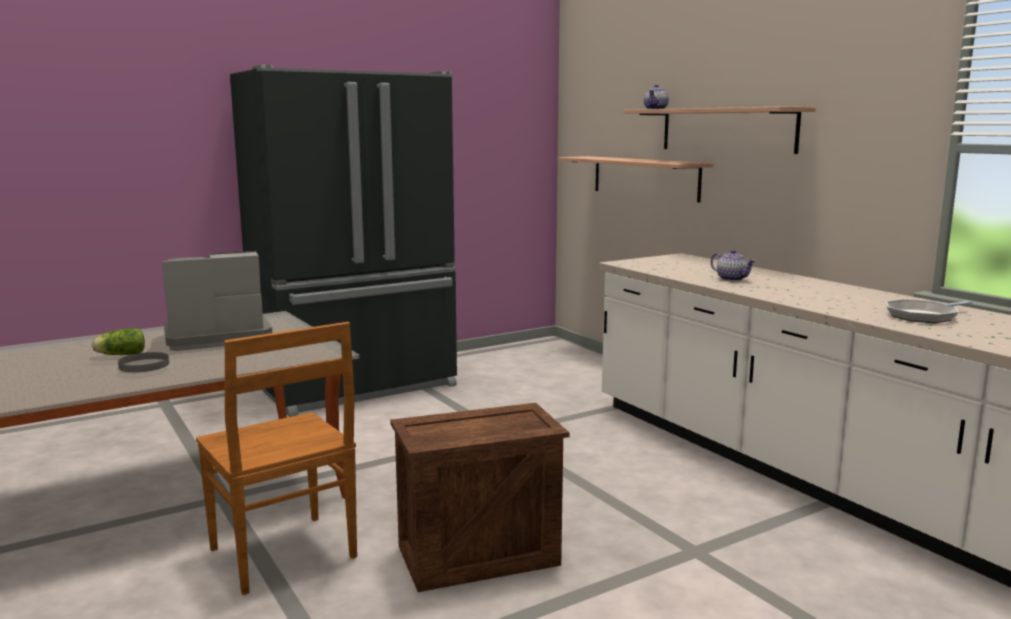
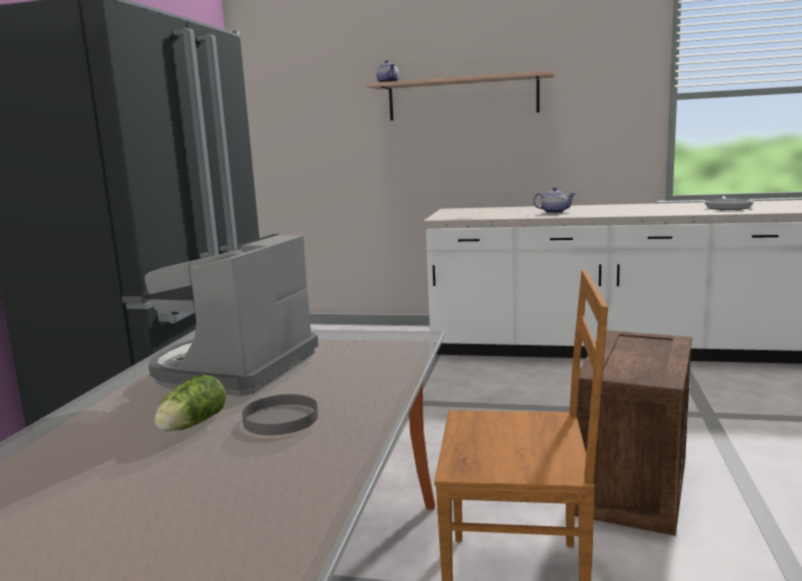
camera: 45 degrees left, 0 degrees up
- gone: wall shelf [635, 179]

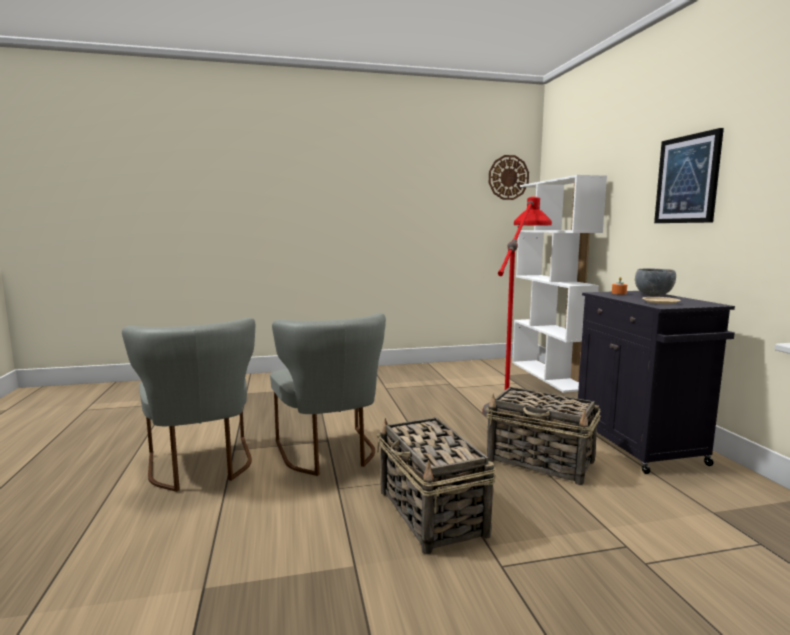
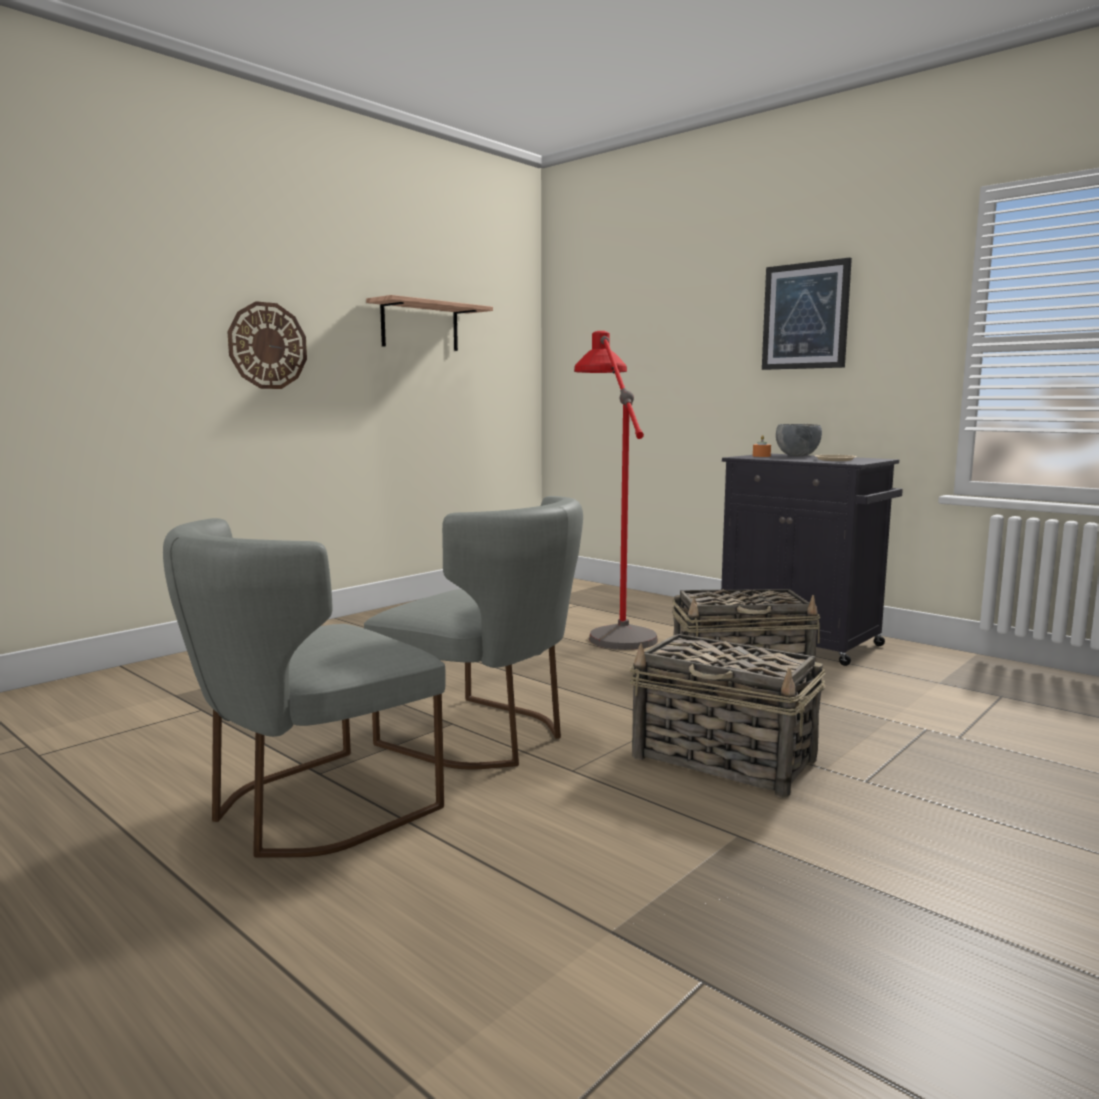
camera: 35 degrees left, 0 degrees up
- rotated: gray chair [188, 405] = [304, 688] 105 degrees clockwise
- shifted: wall clock [509, 177] to [267, 345]
- gone: white bookshelf [559, 284]
- new: wall shelf [429, 323]

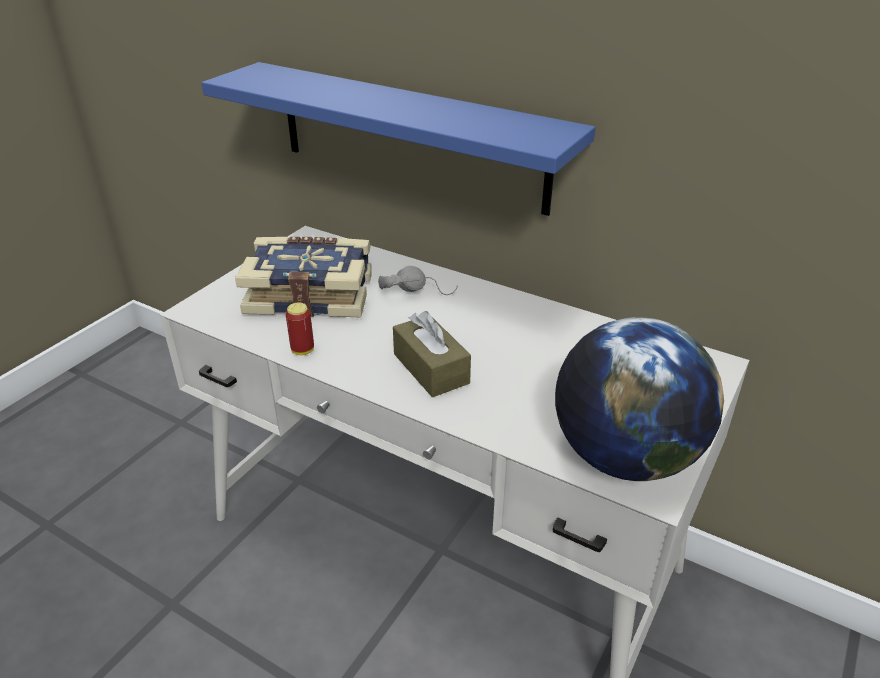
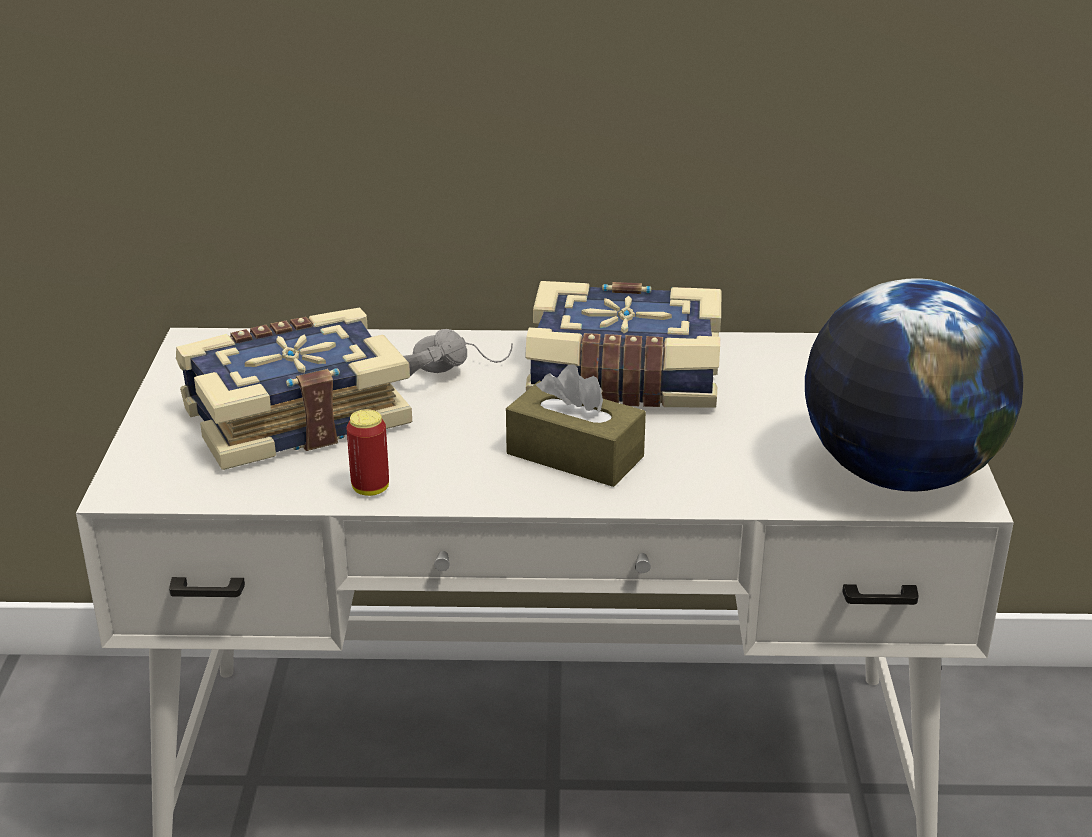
camera: 30 degrees left, 5 degrees down
- gone: blue-coloured wall shelf [398, 139]
- new: book [623, 344]

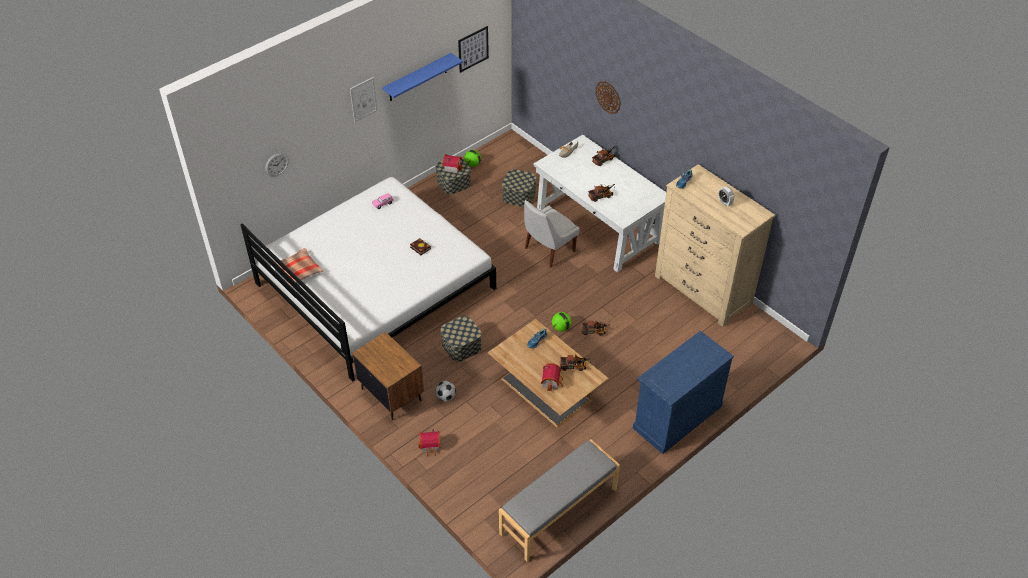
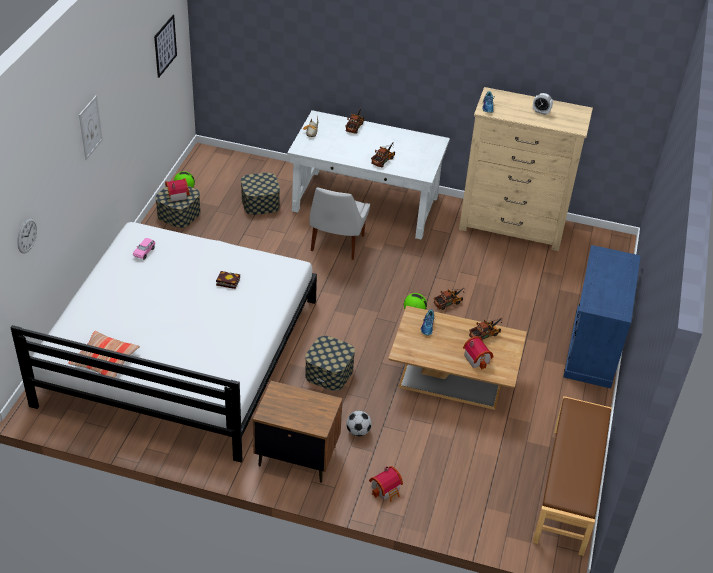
camera: 35 degrees left, 5 degrees down
- gone: blue-coloured wall shelf [422, 77]
- repainted: gray long seat [559, 500] to brown long seat [572, 476]
- gone: wall clock [608, 97]

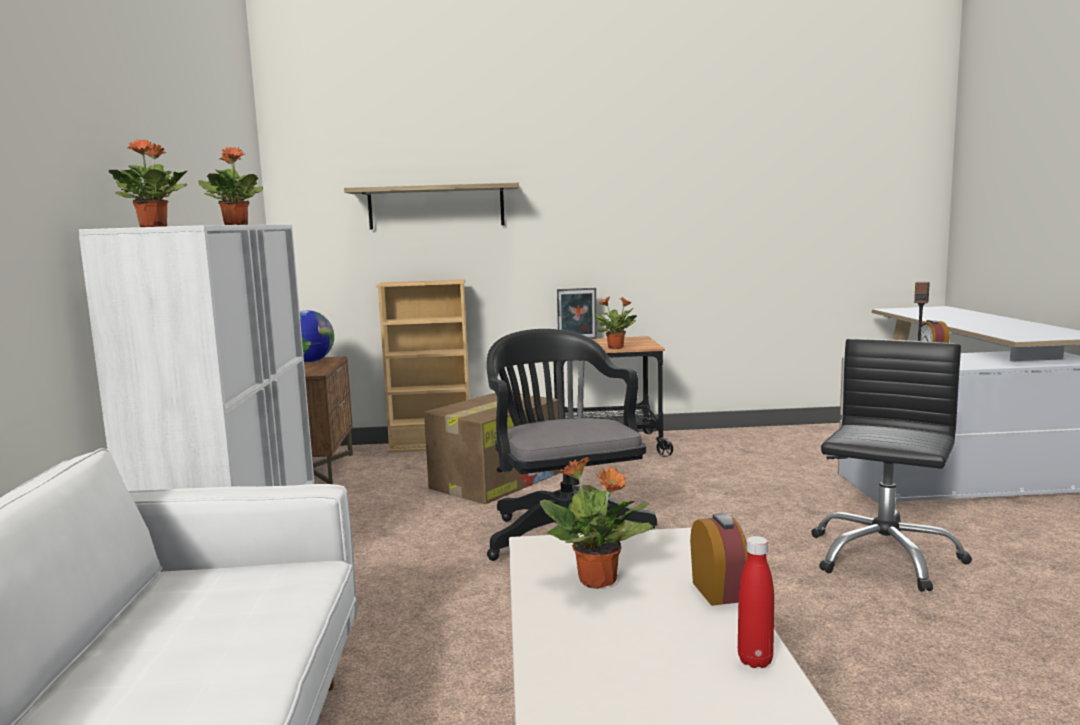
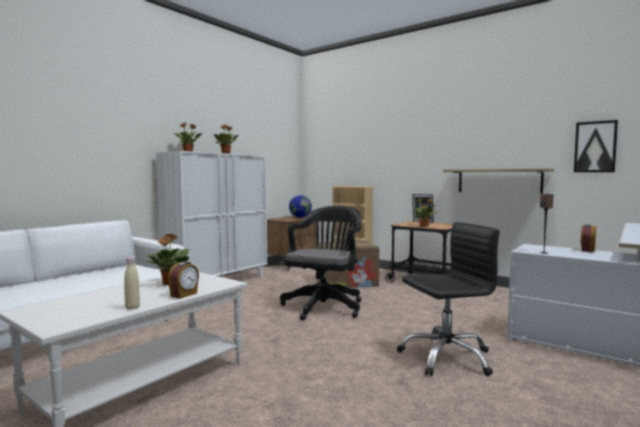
camera: 40 degrees right, 5 degrees down
- shifted: wall shelf [431, 206] to [498, 181]
- repainted: red-coloured beverage bottle [756, 602] to beige beverage bottle [132, 283]
- new: wall art [596, 146]

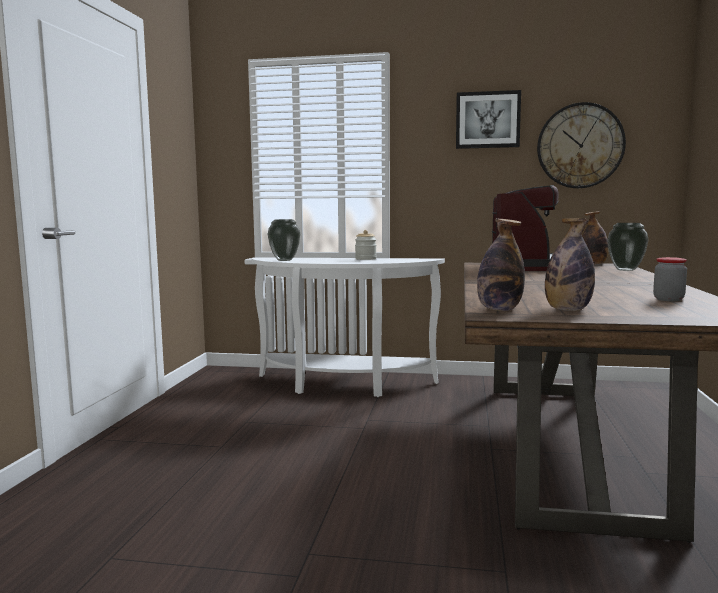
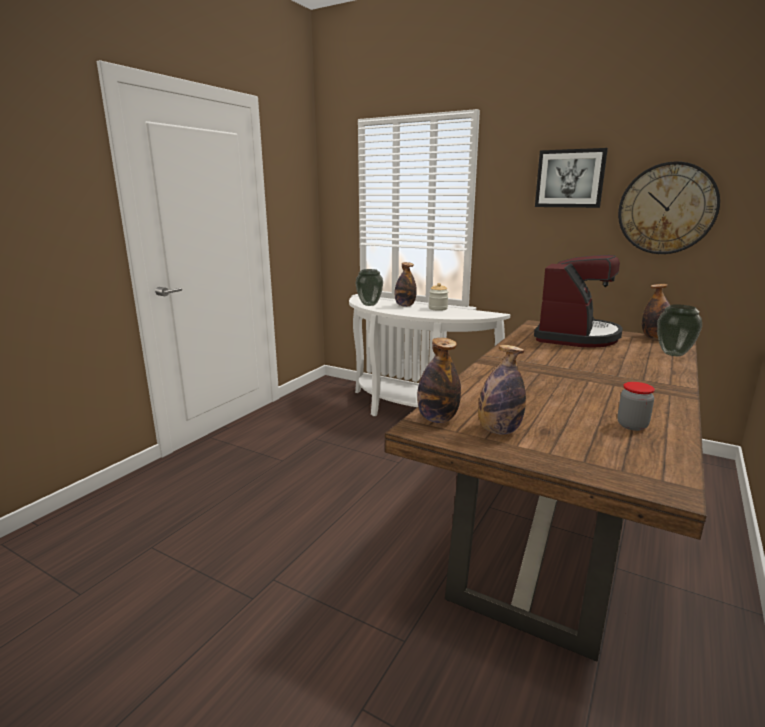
camera: 20 degrees right, 10 degrees up
- new: beverage bottle [406, 284]

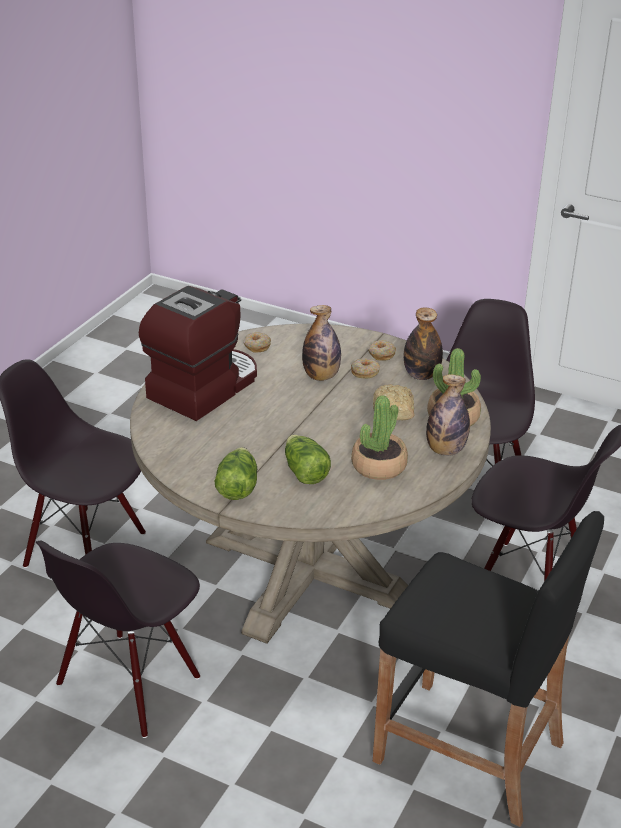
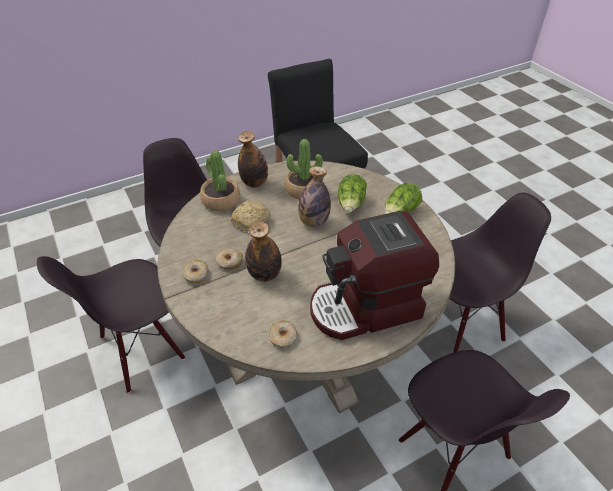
camera: 145 degrees left, 10 degrees up
- shifted: beverage bottle [423, 343] to [314, 196]

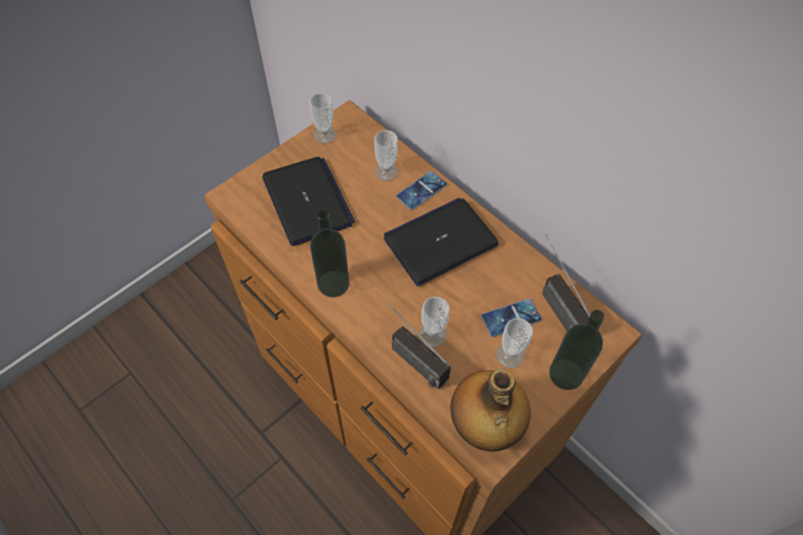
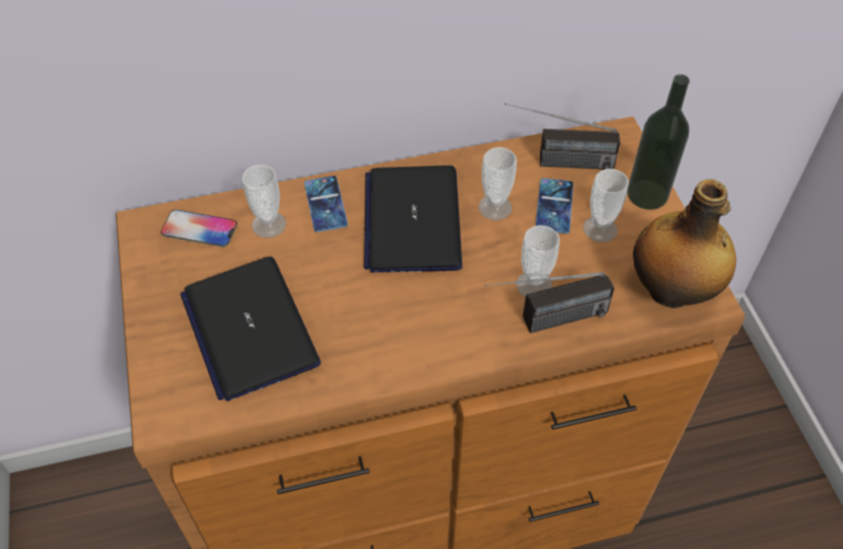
camera: 60 degrees left, 5 degrees down
- rotated: laptop [308, 201] = [250, 328] 120 degrees counterclockwise
- shifted: drinking cup [323, 118] to [498, 183]
- gone: beverage bottle [330, 253]
- new: phone [199, 228]

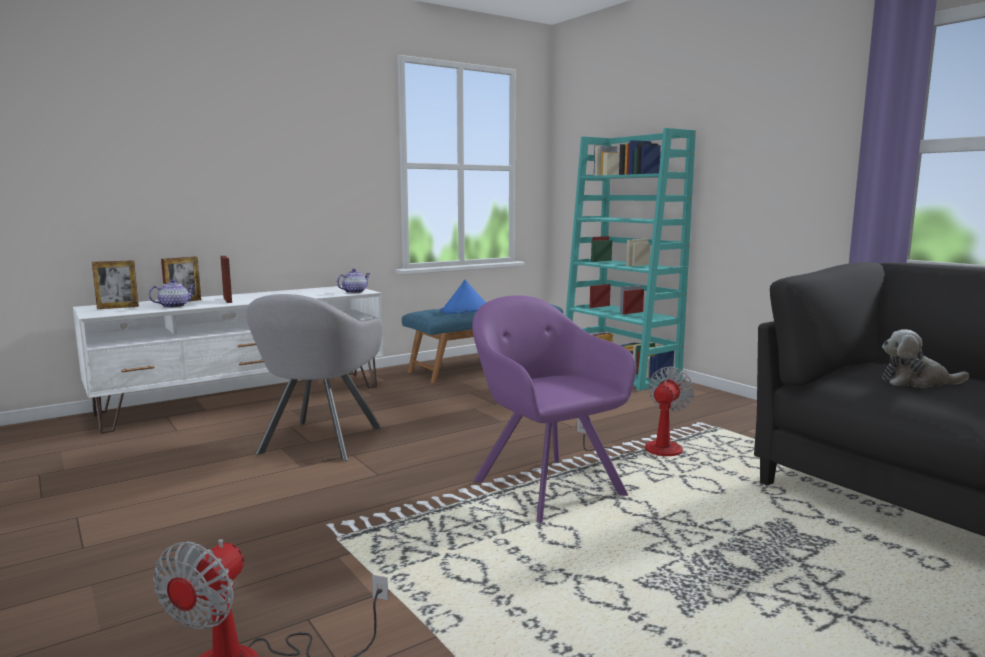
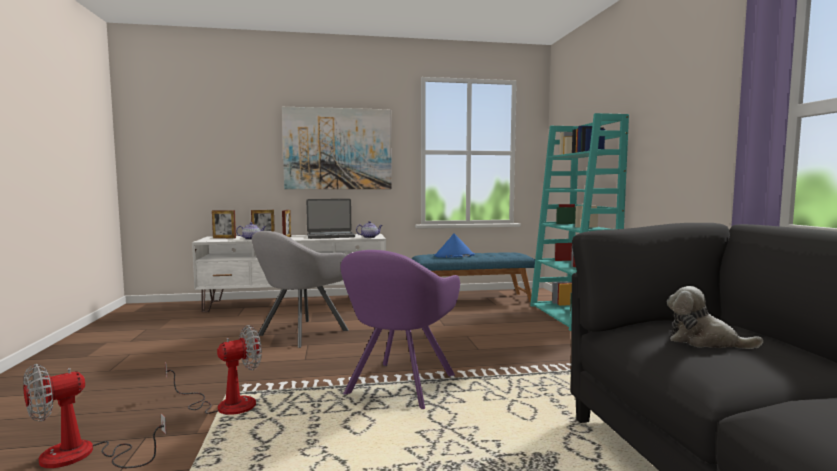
camera: 25 degrees right, 5 degrees down
- rotated: purple-coloured armchair [554, 409] = [400, 329] 150 degrees counterclockwise
- shifted: cooling fan [636, 413] to [213, 370]
- new: wall art [337, 148]
- new: laptop [330, 219]

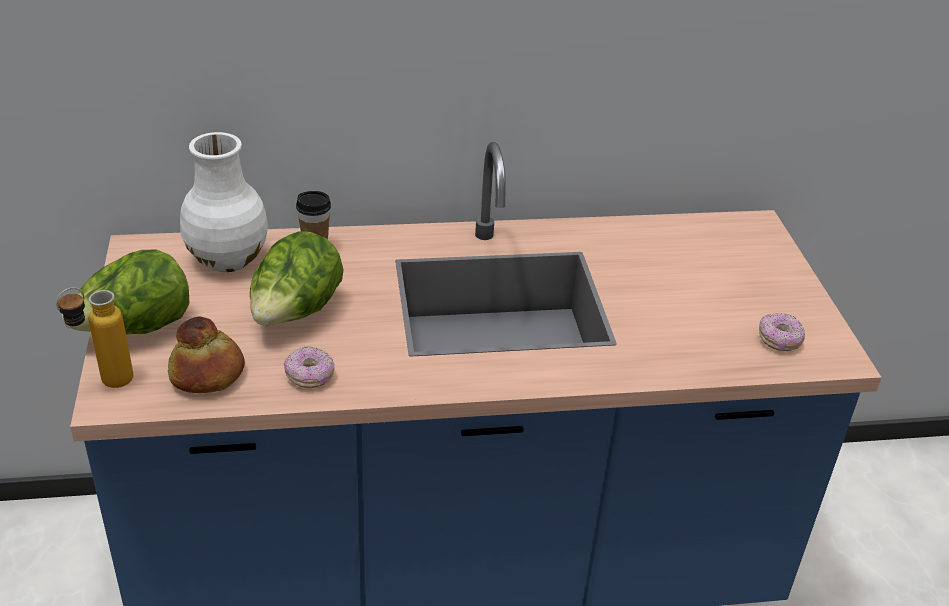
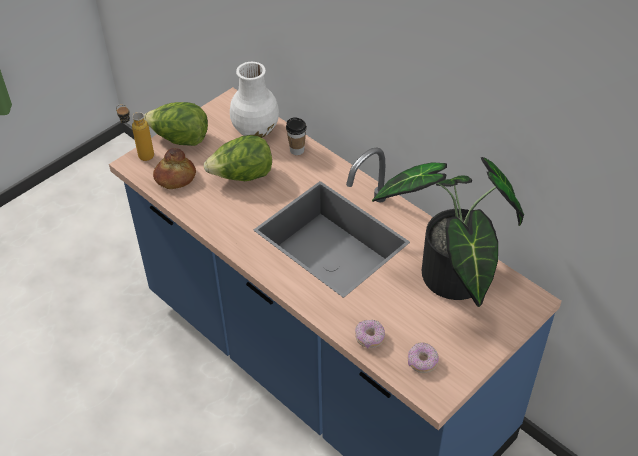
camera: 55 degrees right, 10 degrees up
- shifted: doughnut [309, 367] to [370, 334]
- new: houseplant [448, 232]

